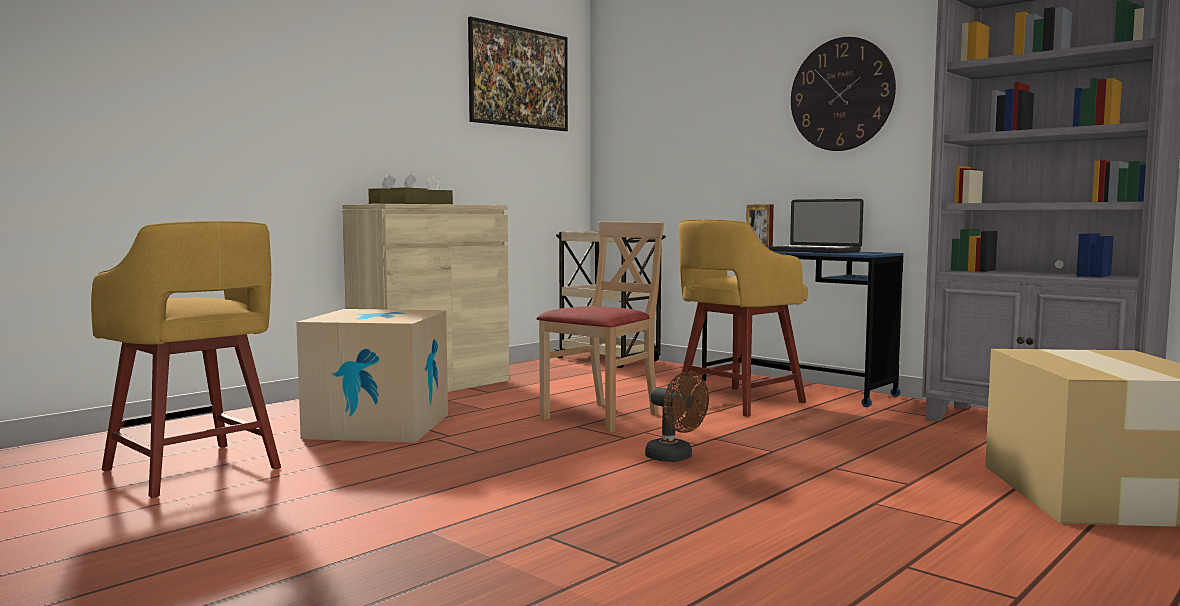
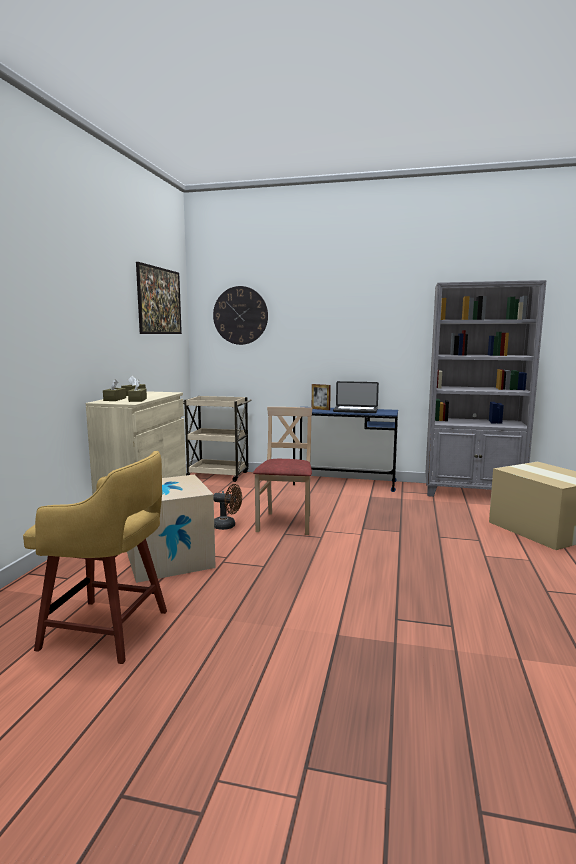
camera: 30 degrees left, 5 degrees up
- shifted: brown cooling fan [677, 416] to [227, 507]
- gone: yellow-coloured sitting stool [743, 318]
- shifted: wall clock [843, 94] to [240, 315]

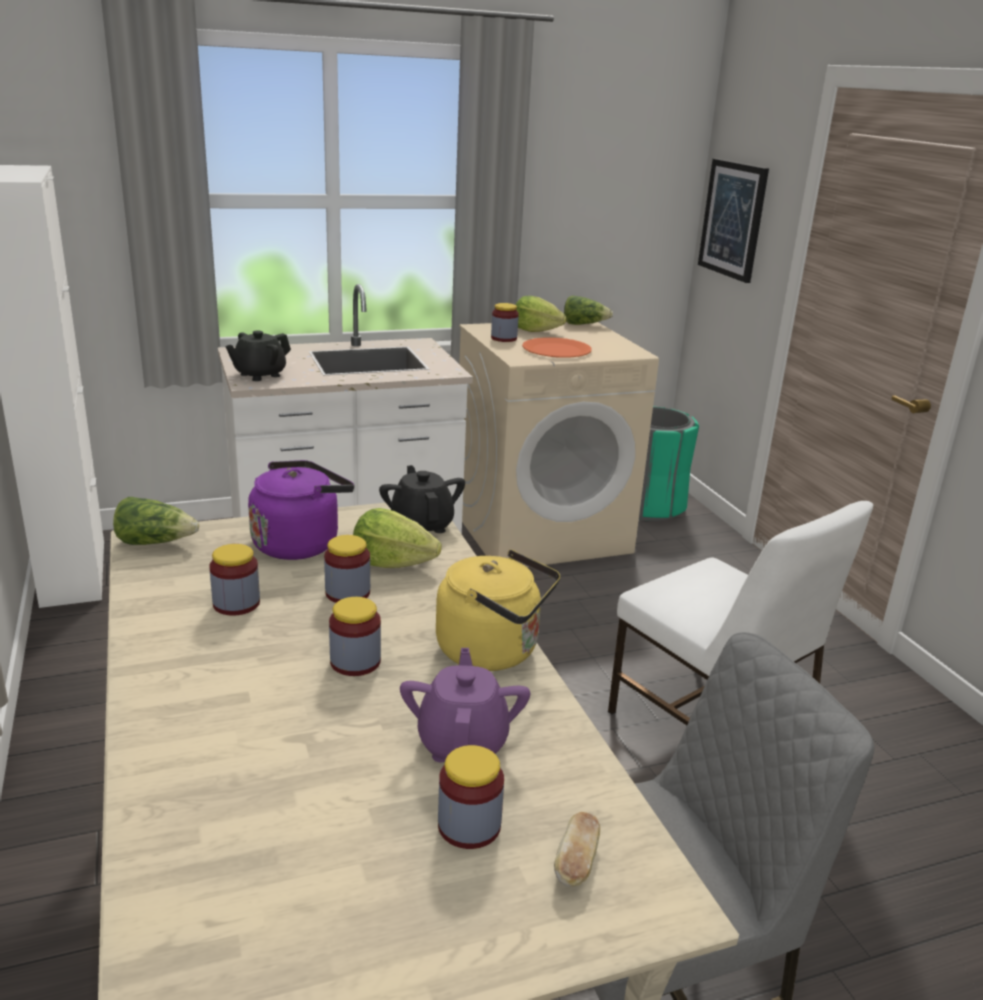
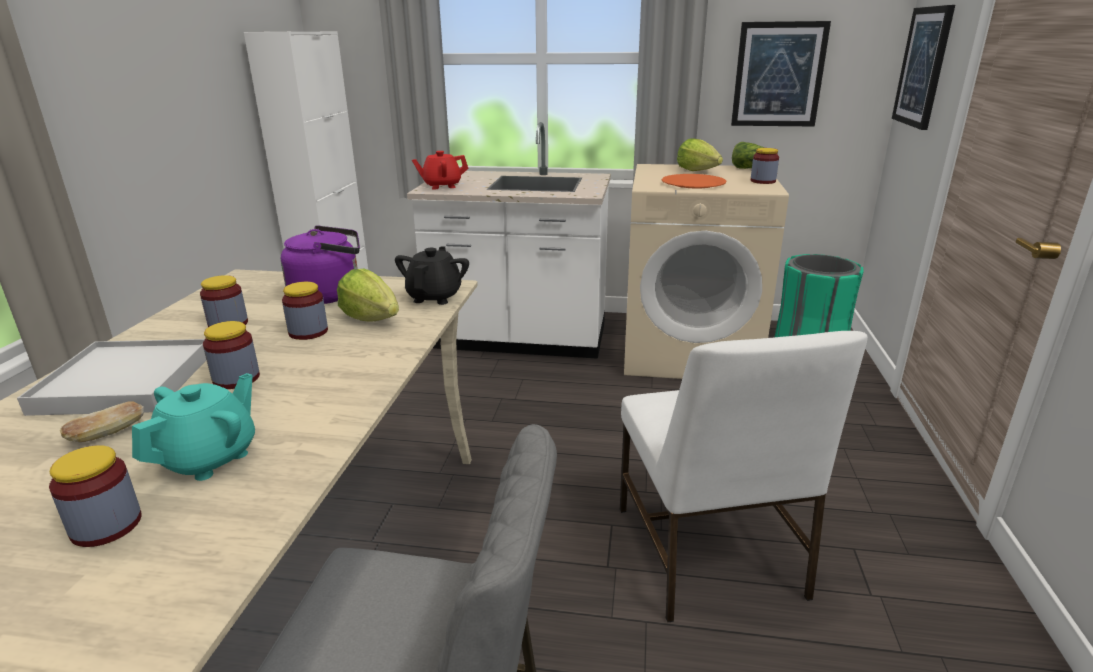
camera: 30 degrees right, 0 degrees up
- gone: lettuce [156, 521]
- repainted: black teapot [258, 355] to red-coloured teapot [440, 170]
- repainted: purple-coloured teapot [465, 705] to turquoise-coloured teapot [193, 427]
- gone: yellow-coloured tea kettle [498, 610]
- shifted: jar [505, 322] to [765, 166]
- shifted: bakery bread [577, 849] to [102, 422]
- new: white serving tray [111, 377]
- new: wall art [781, 73]

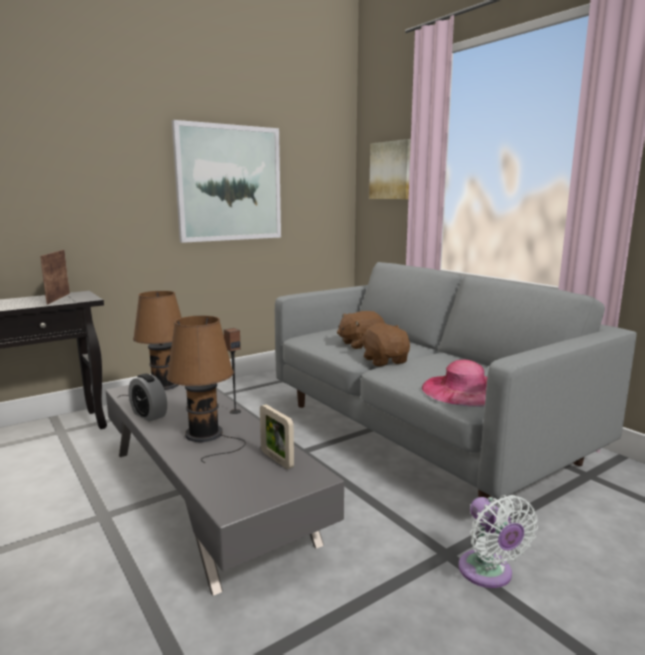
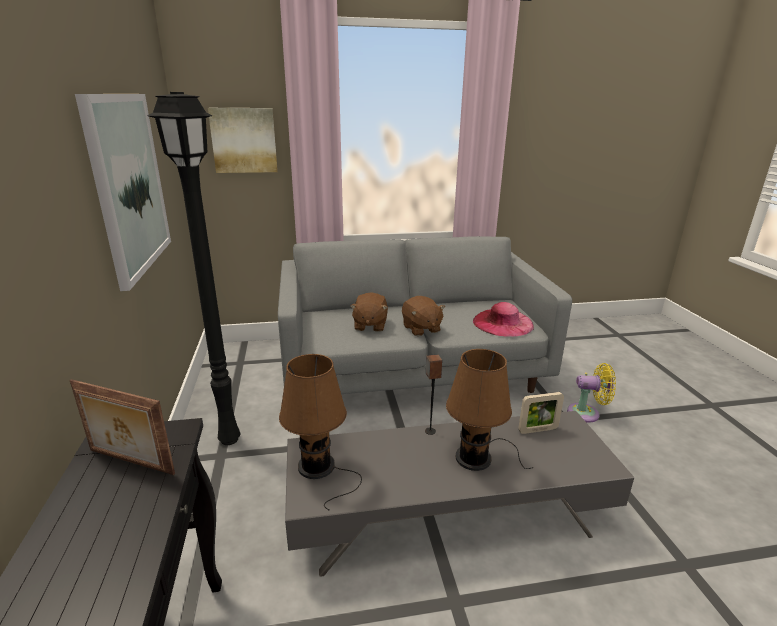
camera: 65 degrees left, 10 degrees up
- gone: alarm clock [147, 398]
- rotated: brown plush toy [385, 344] = [423, 316] 120 degrees counterclockwise
- repainted: white cooling fan [498, 541] to yellow-coloured cooling fan [591, 393]
- new: black standard lamp [193, 268]

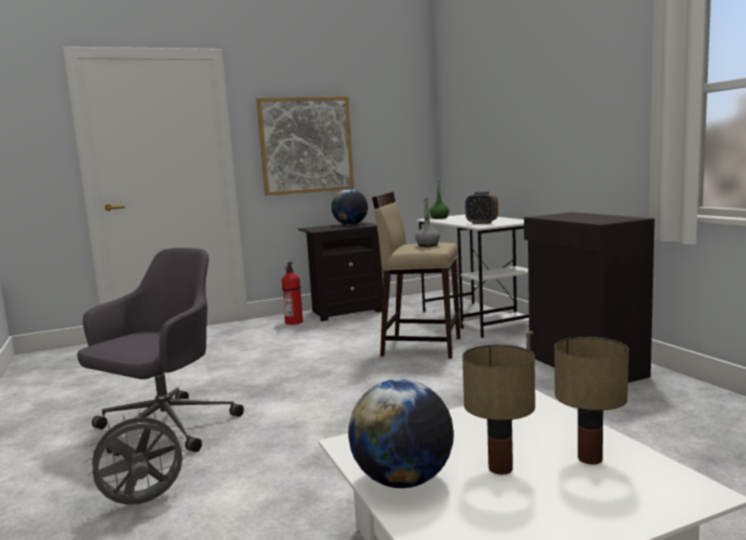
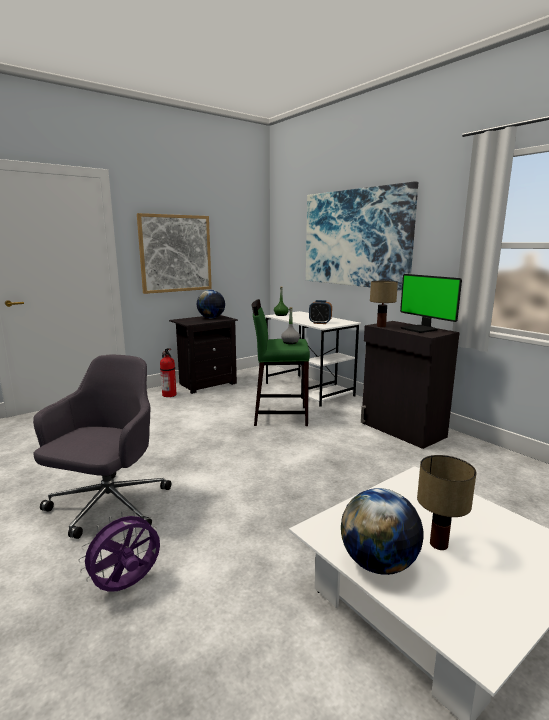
camera: 15 degrees left, 5 degrees up
- repainted: gray cooling fan [135, 458] to purple-coloured cooling fan [119, 551]
- repainted: beige sitting stool [416, 275] to greenish sitting stool [281, 362]
- shifted: tabletop lamp [591, 401] to [384, 304]
- new: wall art [362, 236]
- new: computer display [431, 303]

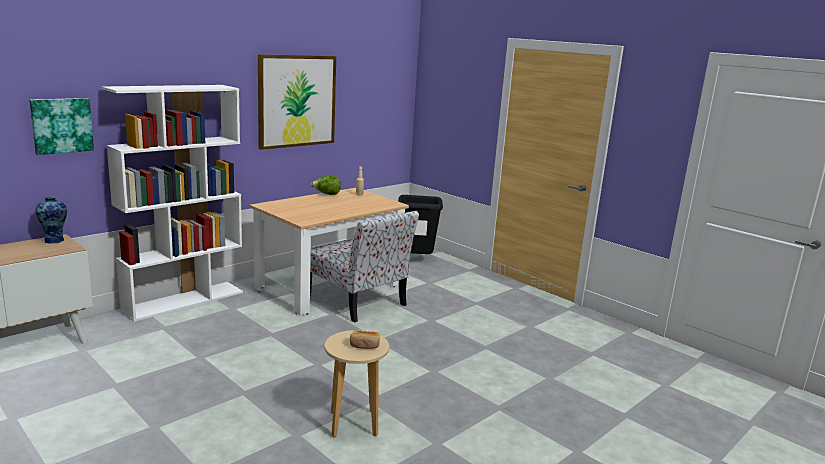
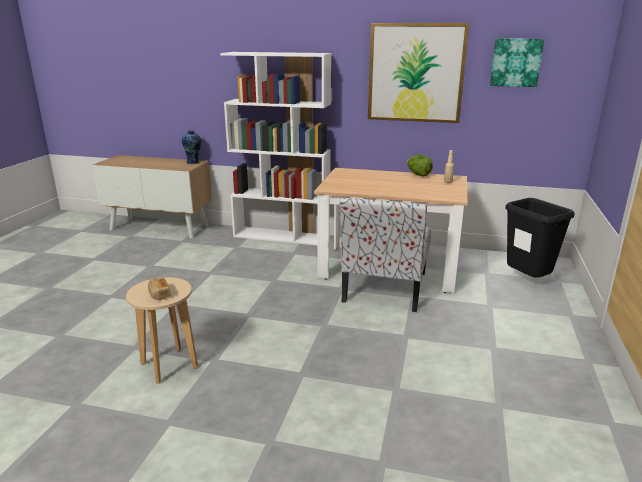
camera: 60 degrees right, 5 degrees up
- shifted: wall art [61, 126] to [517, 62]

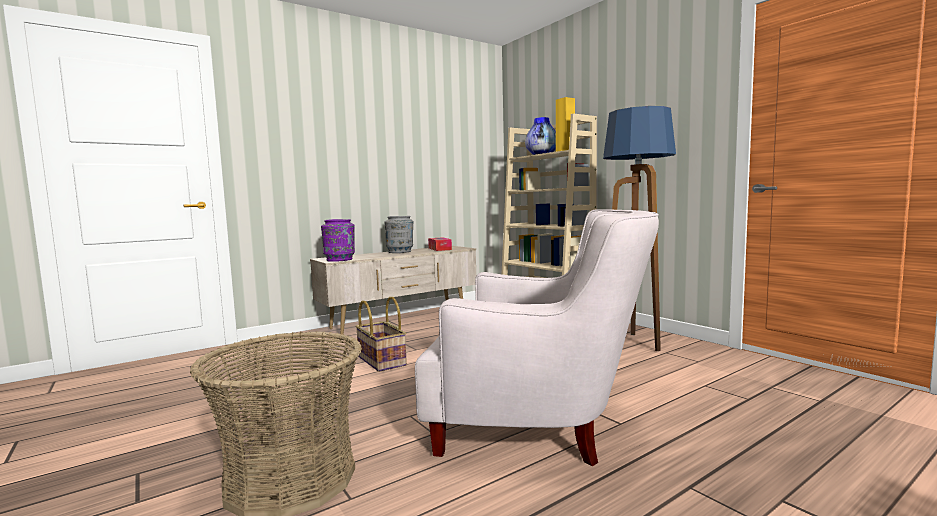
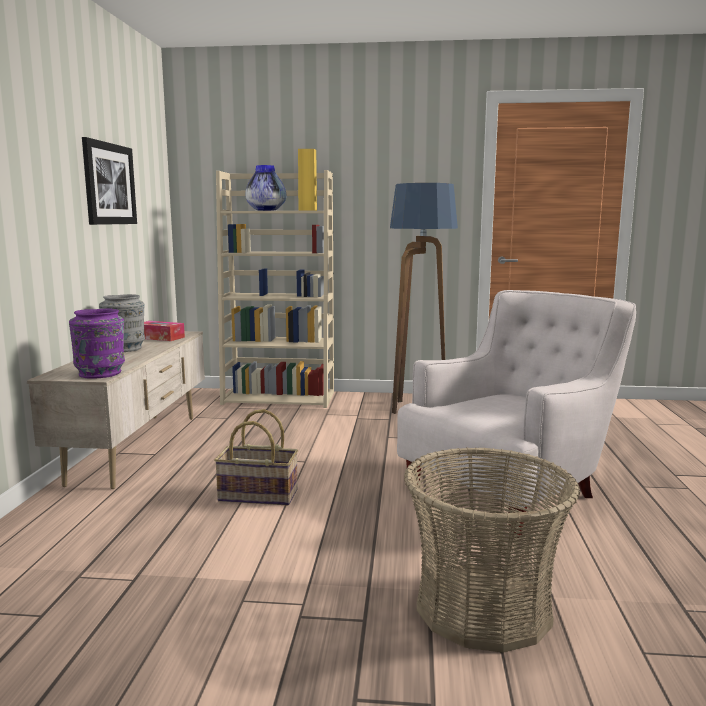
camera: 50 degrees left, 5 degrees up
- new: wall art [109, 181]

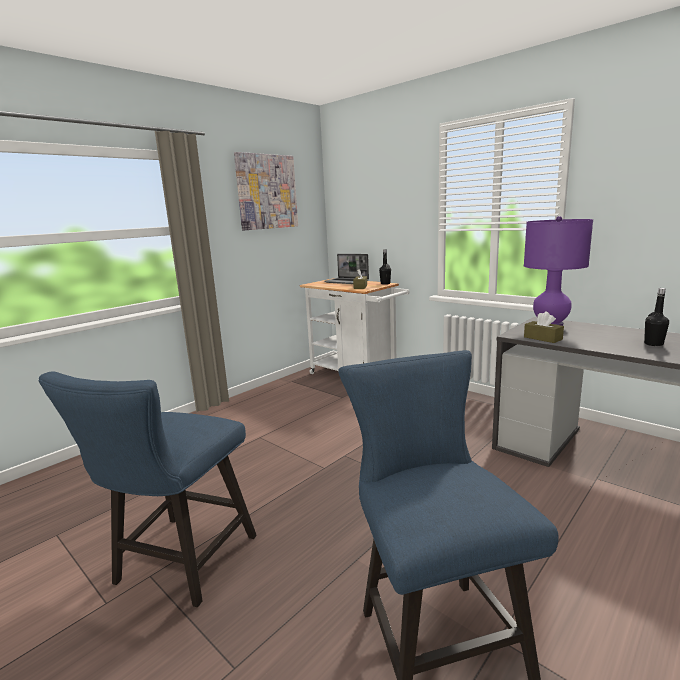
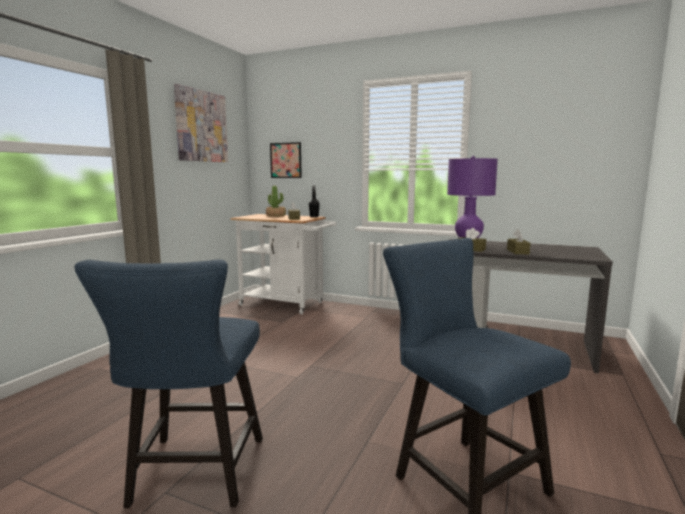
camera: 20 degrees left, 5 degrees down
- swapped: laptop [346, 269] to houseplant [276, 201]
- gone: black beverage bottle [656, 317]
- new: wall art [286, 160]
- new: brown box of tissues [519, 242]

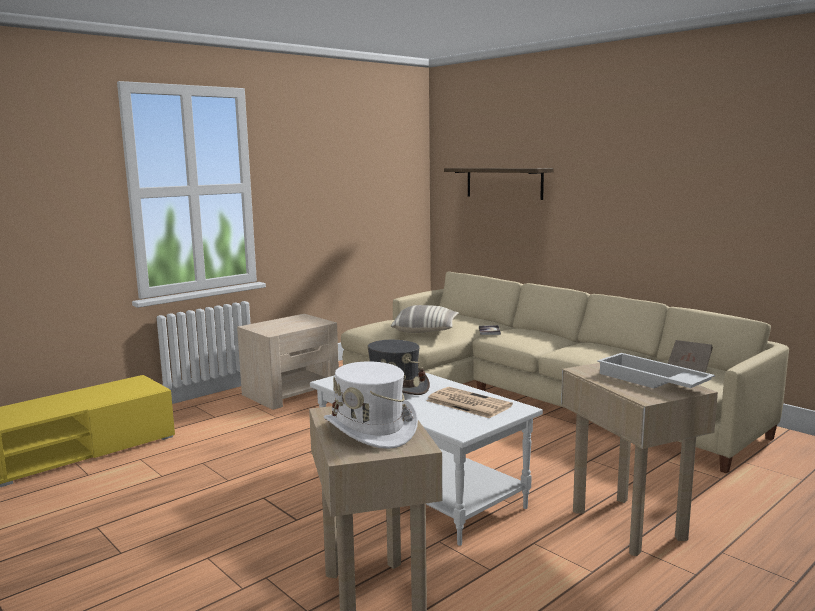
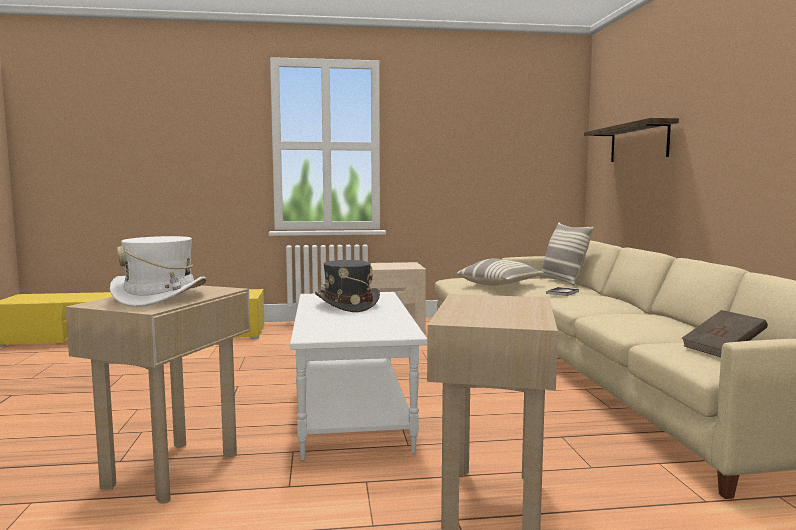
camera: 35 degrees right, 5 degrees down
- gone: daily paper [470, 402]
- gone: white serving tray [656, 370]
- new: throw pillow [566, 254]

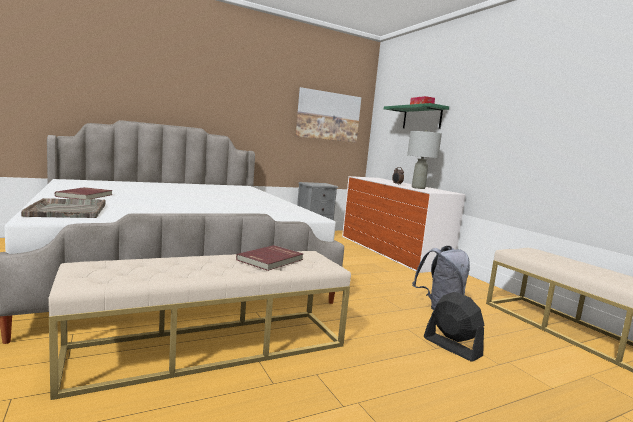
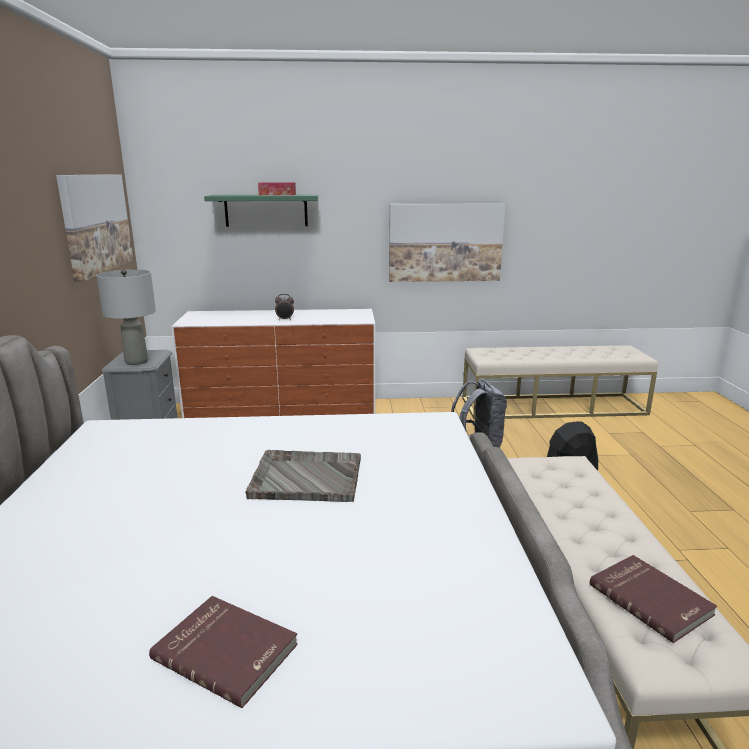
camera: 65 degrees left, 10 degrees up
- shifted: gray serving tray [63, 208] to [303, 476]
- shifted: red-coloured book [269, 258] to [653, 599]
- shifted: gray tabletop lamp [424, 159] to [126, 317]
- new: wall art [447, 242]

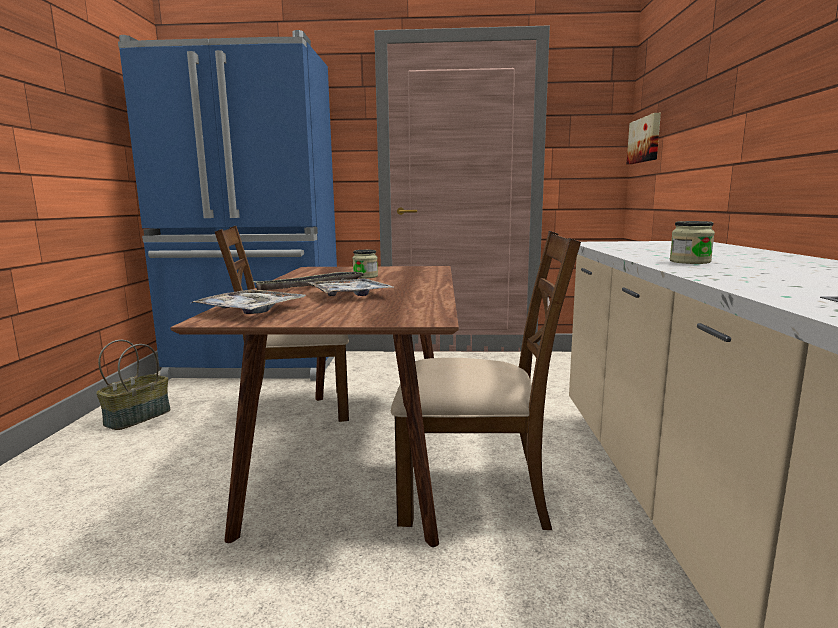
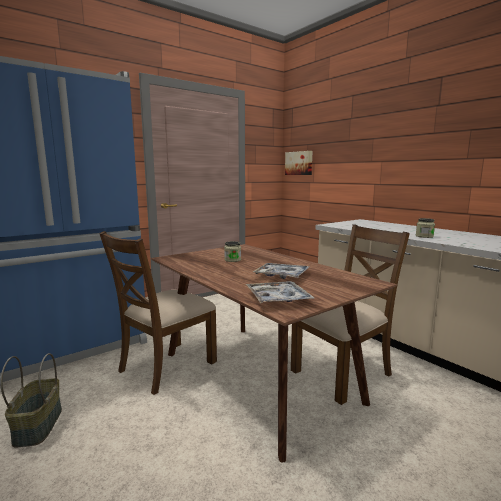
camera: 40 degrees left, 0 degrees up
- gone: serving tray [309, 281]

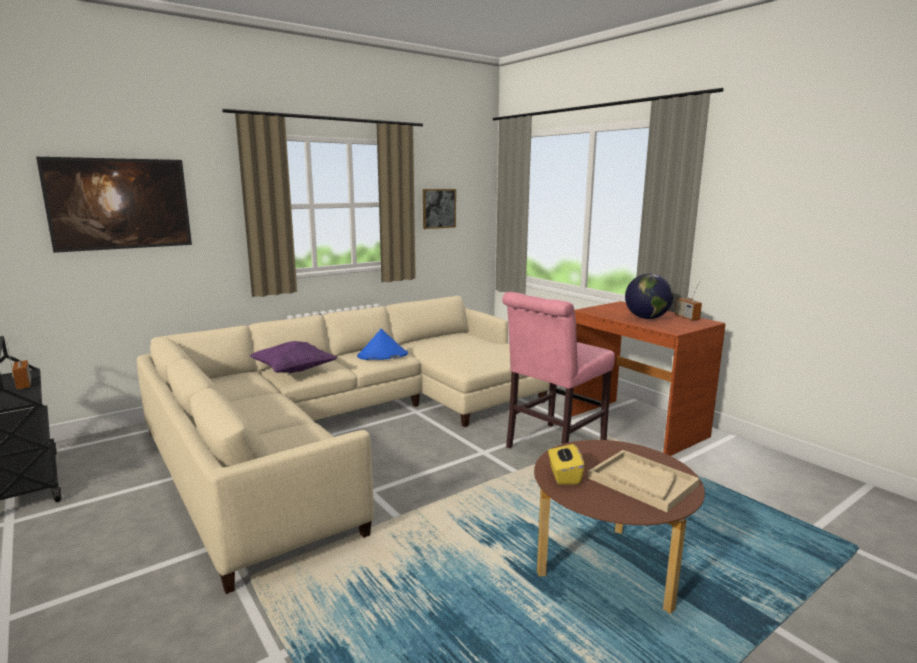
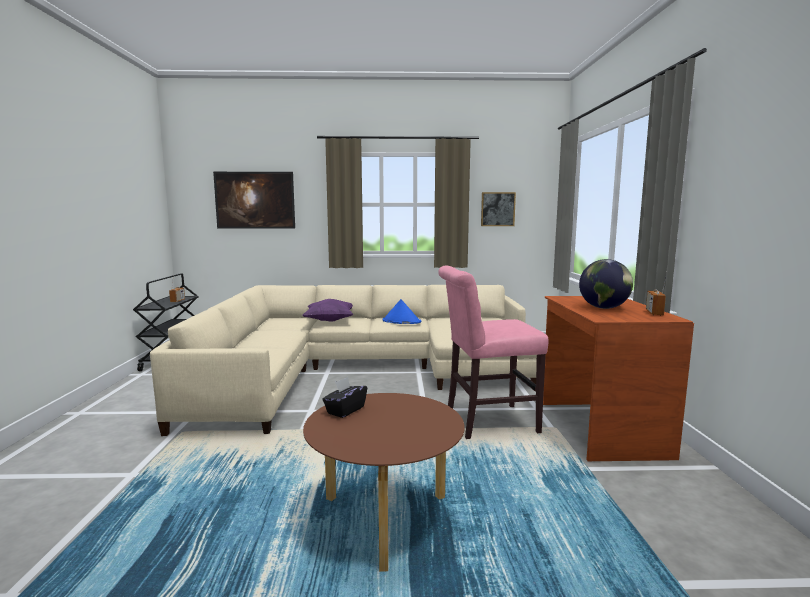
camera: 35 degrees right, 5 degrees down
- repainted: yellow-coloured box of tissues [566, 463] to black box of tissues [344, 397]
- gone: beige serving tray [644, 481]

